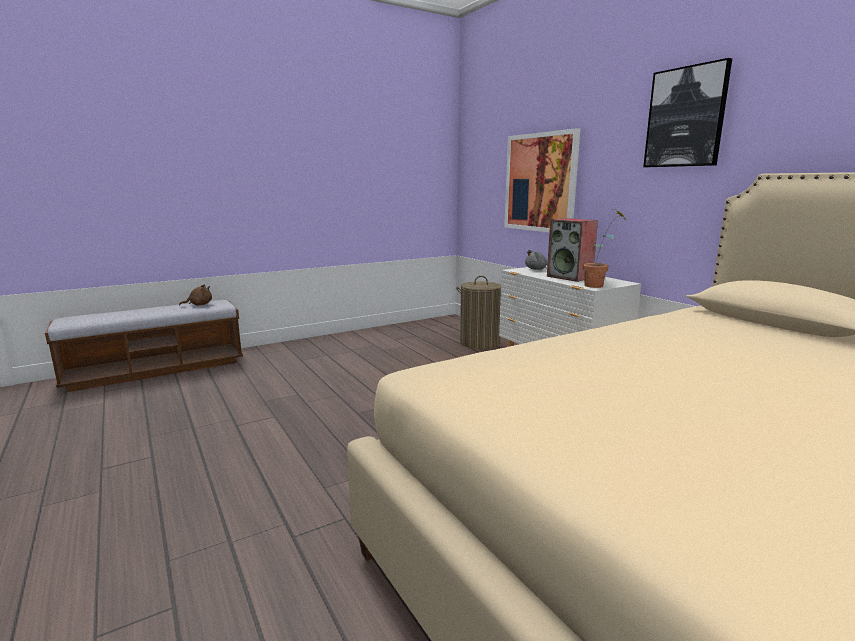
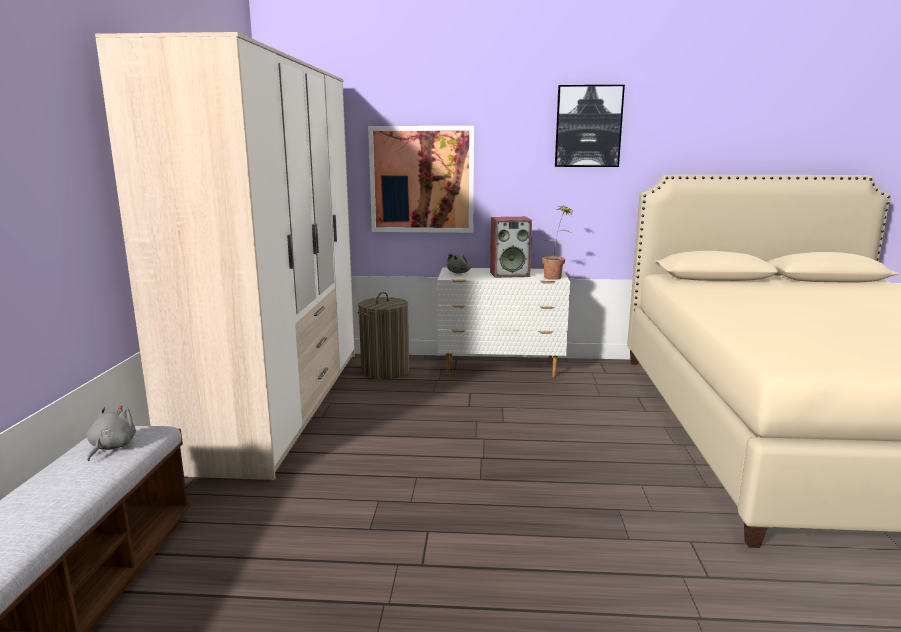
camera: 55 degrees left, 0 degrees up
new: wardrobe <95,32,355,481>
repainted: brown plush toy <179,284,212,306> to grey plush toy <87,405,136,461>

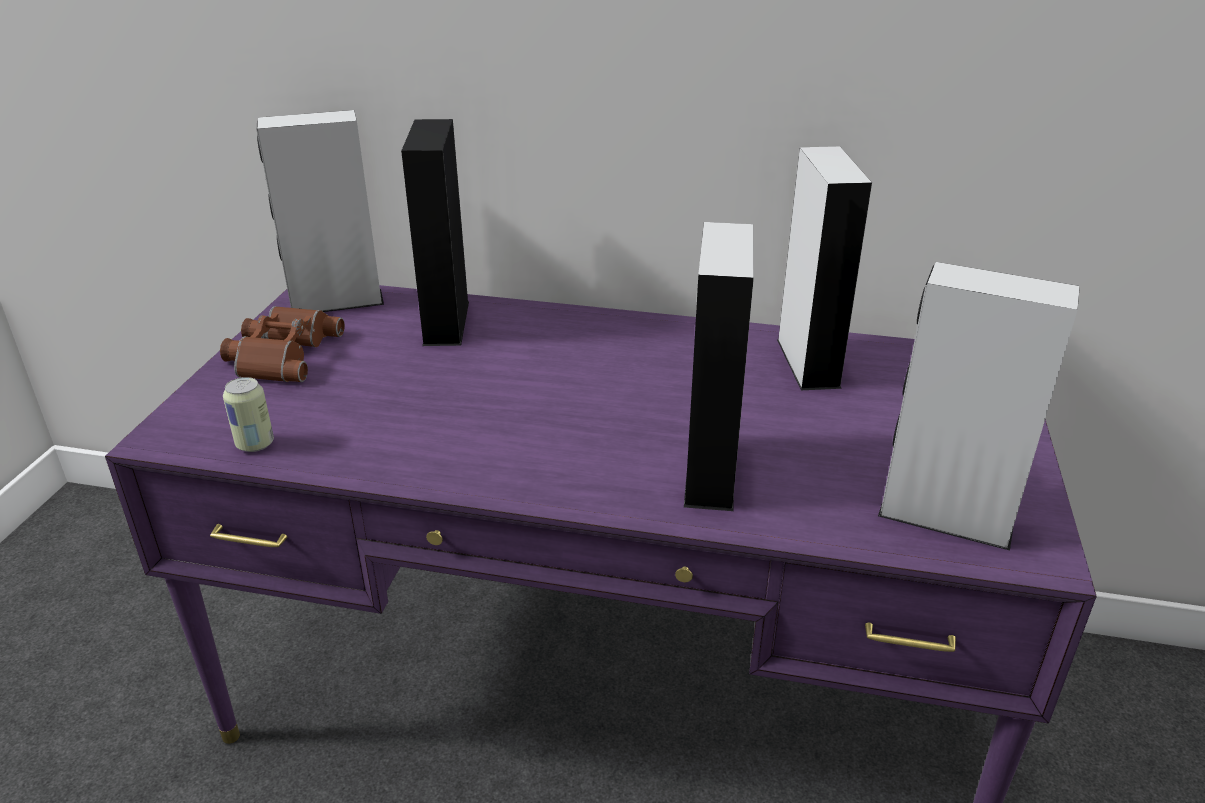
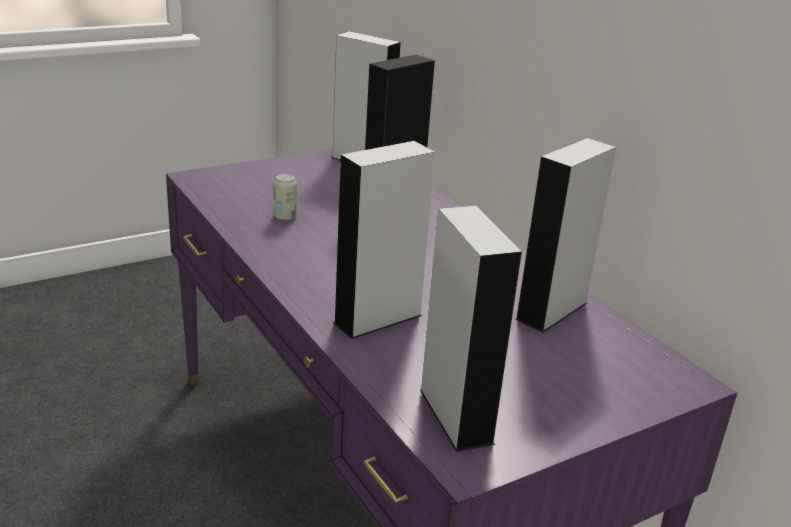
camera: 45 degrees right, 5 degrees down
gone: brown binoculars <220,306,345,382>
shifted: can <223,377,274,452> to <274,174,297,221>

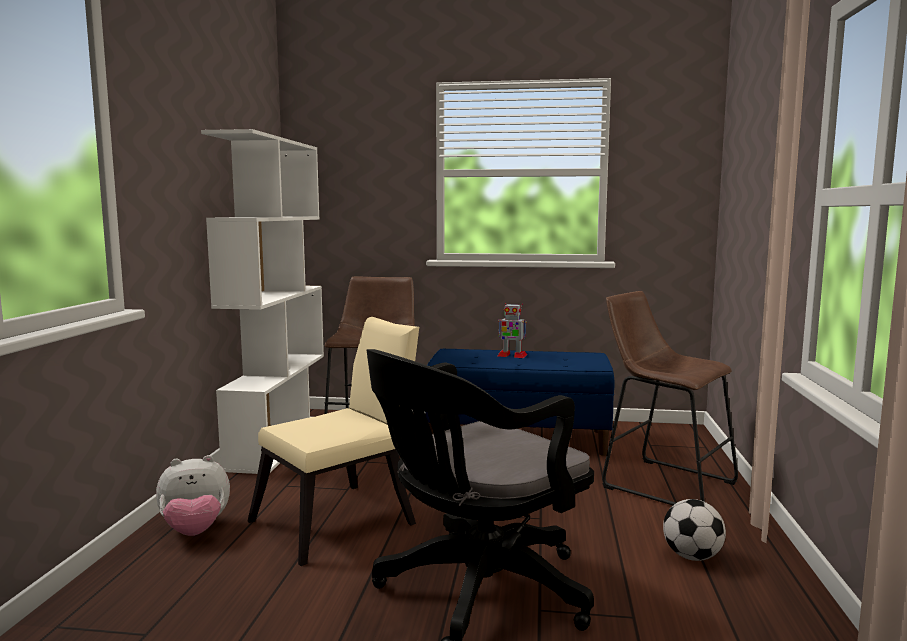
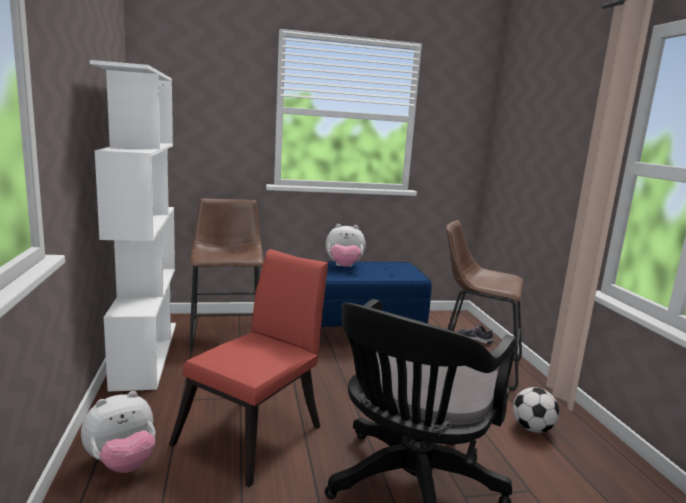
camera: 20 degrees left, 5 degrees up
new: shoe <458,325,493,344>
swapped: toy robot <498,303,527,358> to plush toy <326,224,366,267>
repainted: beige chair <248,317,419,566> to red chair <169,249,328,487>

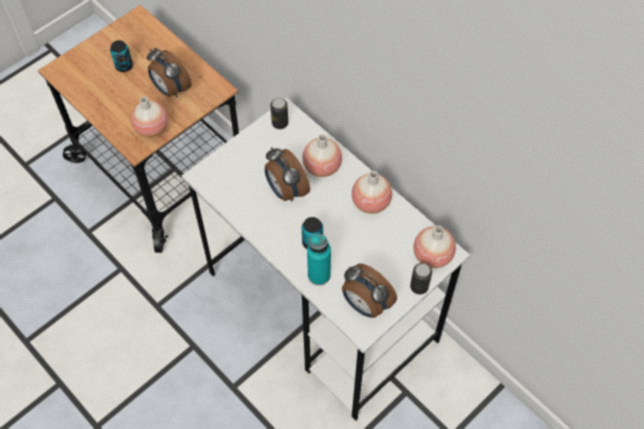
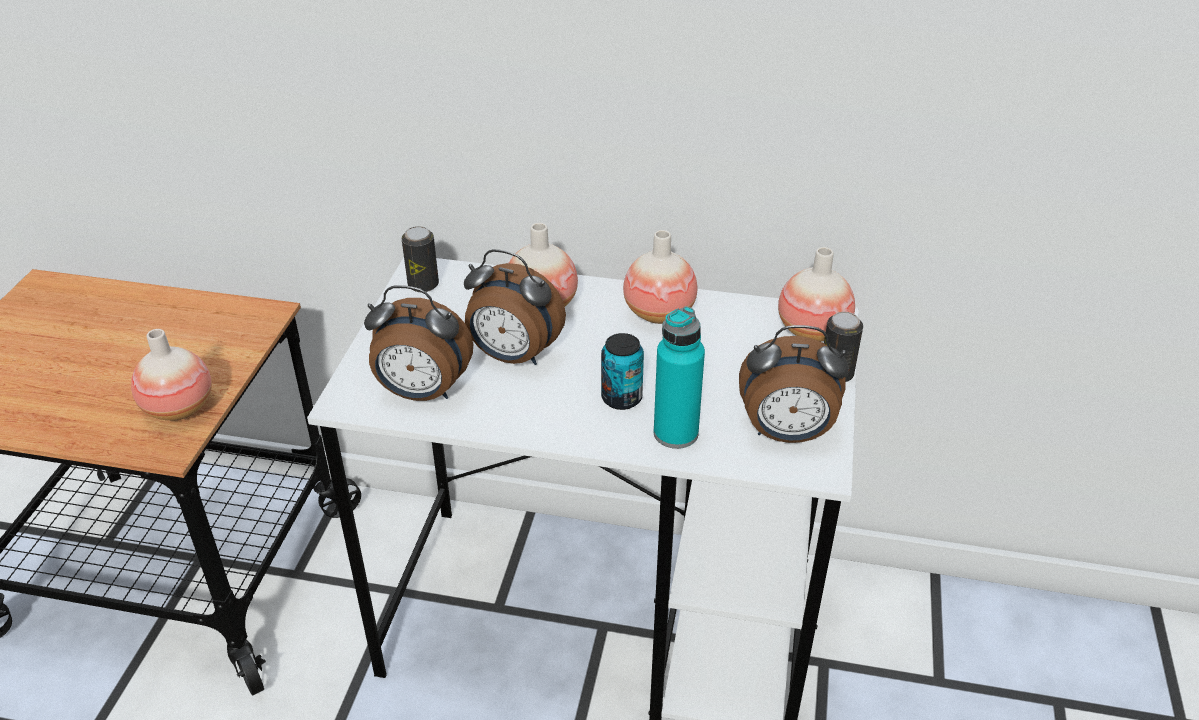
camera: 35 degrees left, 20 degrees down
gone: can <110,40,133,72>
shifted: alarm clock <147,48,191,98> to <364,285,473,401>

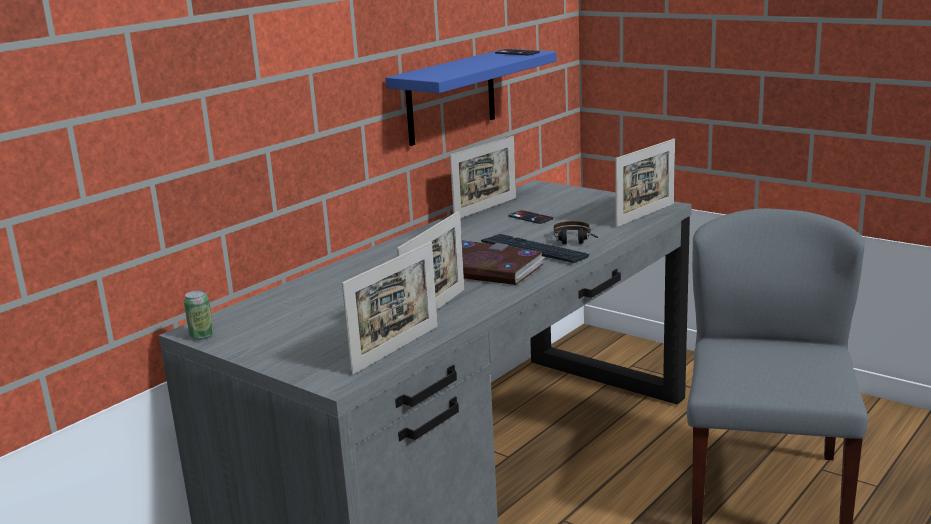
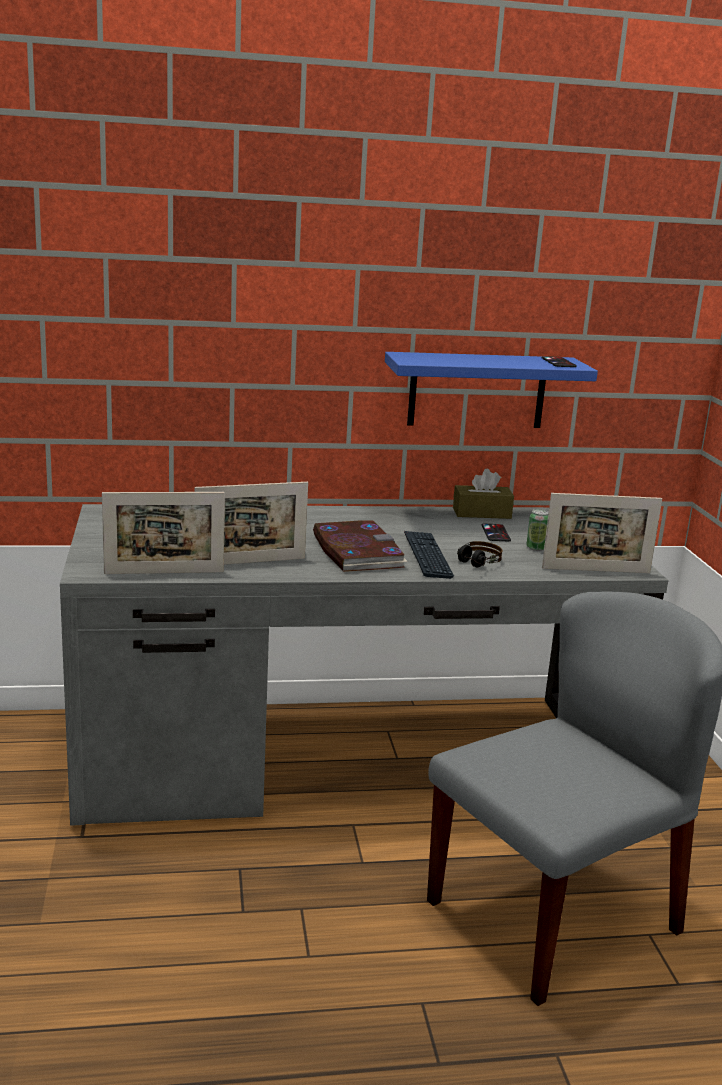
camera: 40 degrees right, 0 degrees up
shifted: can <184,290,214,340> to <526,509,549,551>
swapped: picture frame <450,136,516,218> to brown tissue box <453,469,514,519>

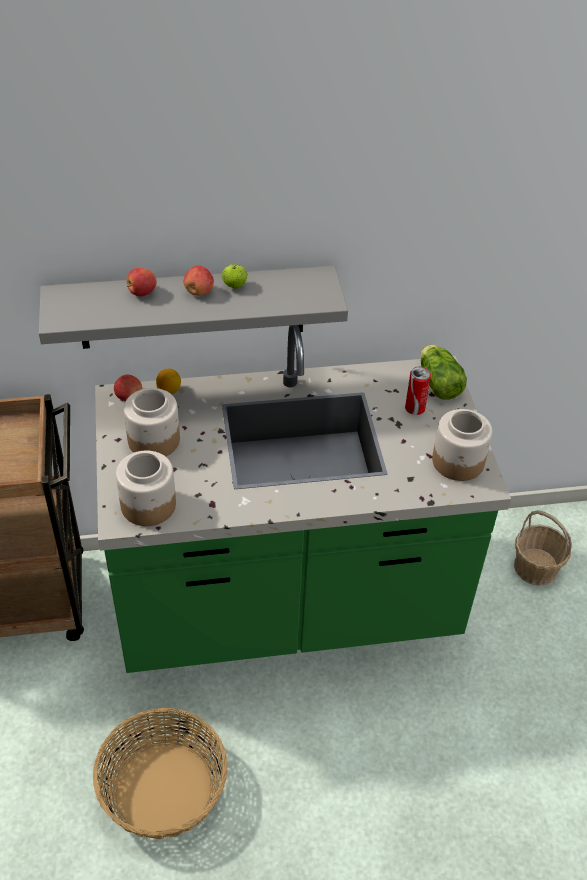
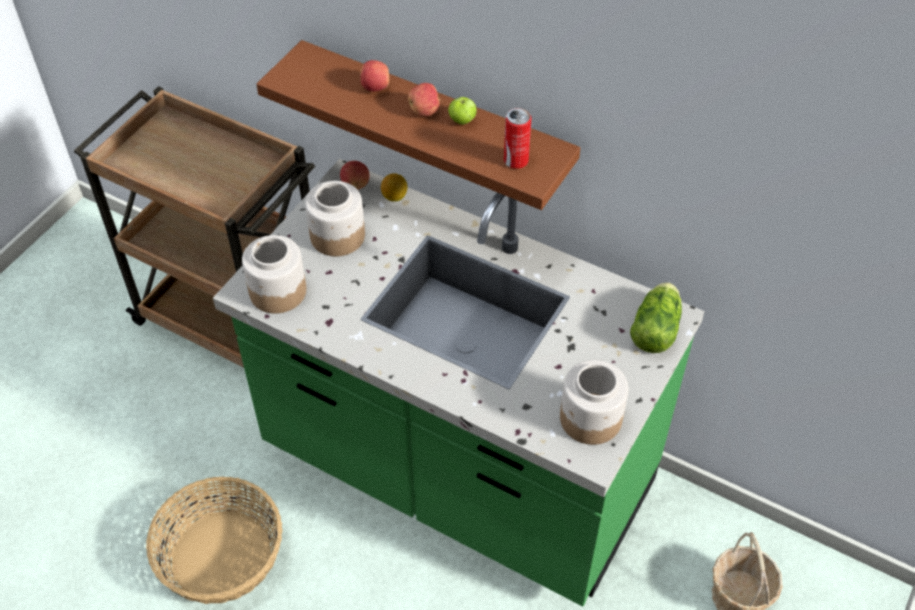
camera: 40 degrees right, 5 degrees up
shifted: can <405,366,431,415> to <504,108,531,169>
repainted: grey shelf <39,266,348,349> to brown shelf <256,40,580,210>

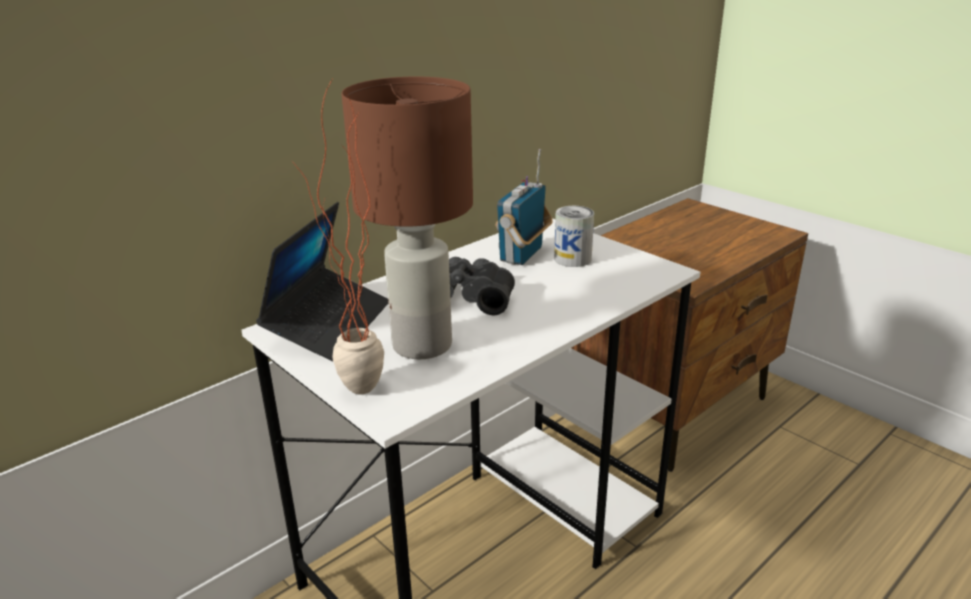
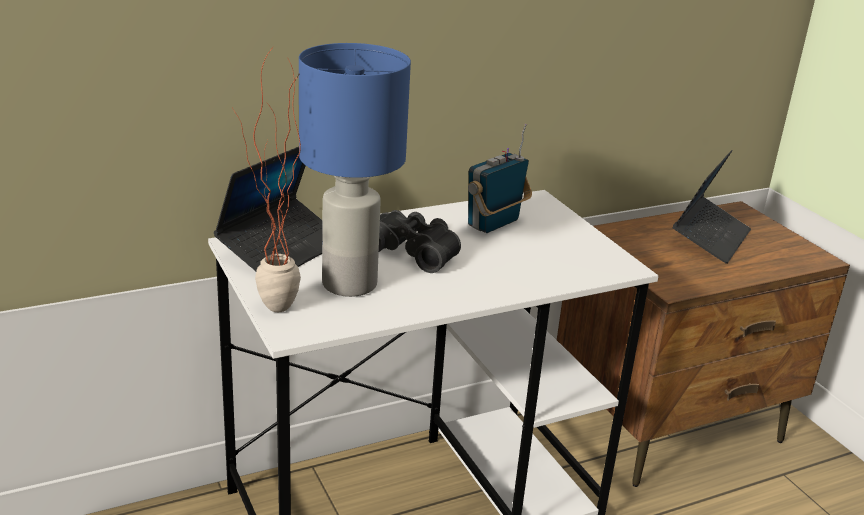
camera: 15 degrees right, 0 degrees up
gone: can <554,206,594,267>
new: laptop <672,150,751,264>
repainted: brown table lamp <342,76,473,359> to blue table lamp <299,43,411,297>

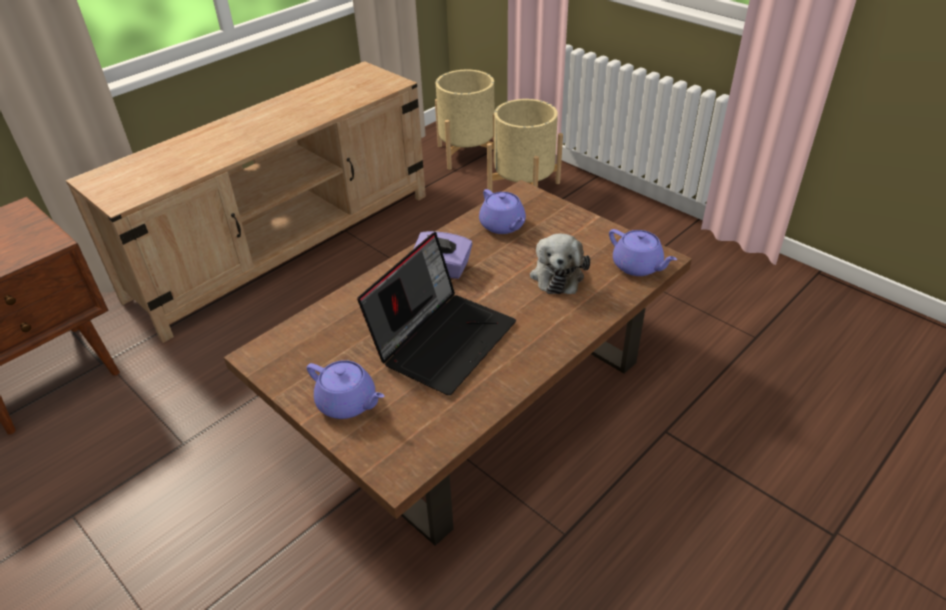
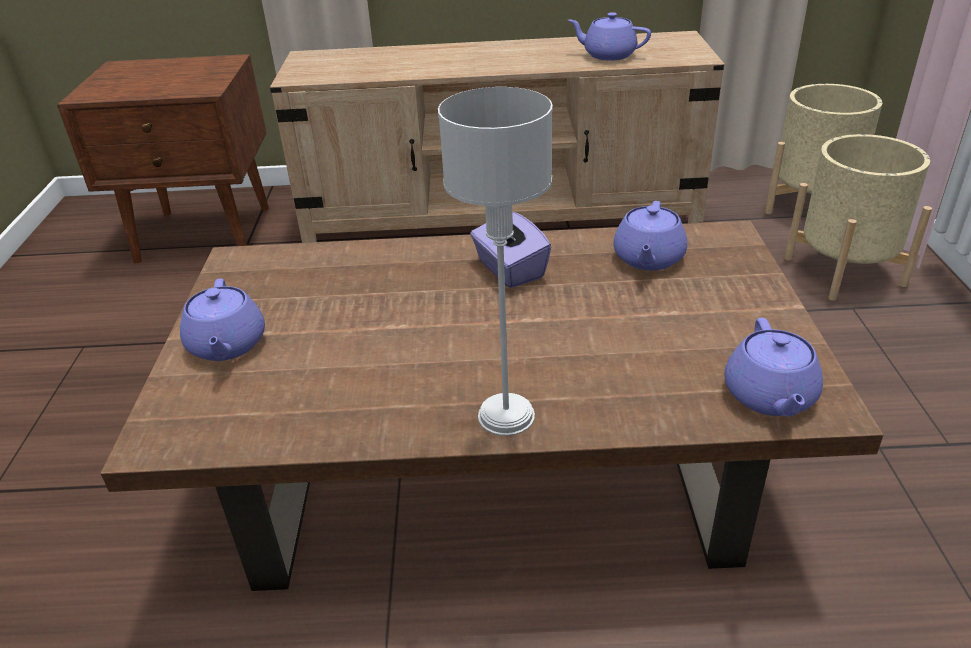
camera: 45 degrees right, 5 degrees down
gone: laptop <357,232,516,395>; plush toy <530,233,590,294>
new: purple teapot <568,12,651,61>; grey table lamp <438,87,553,436>

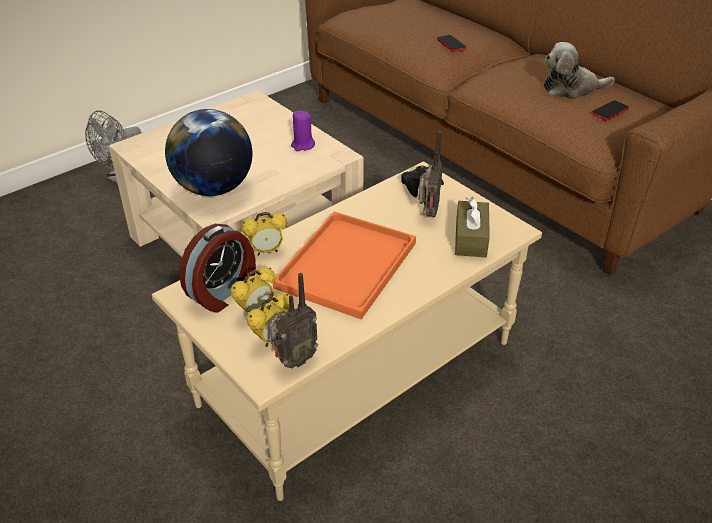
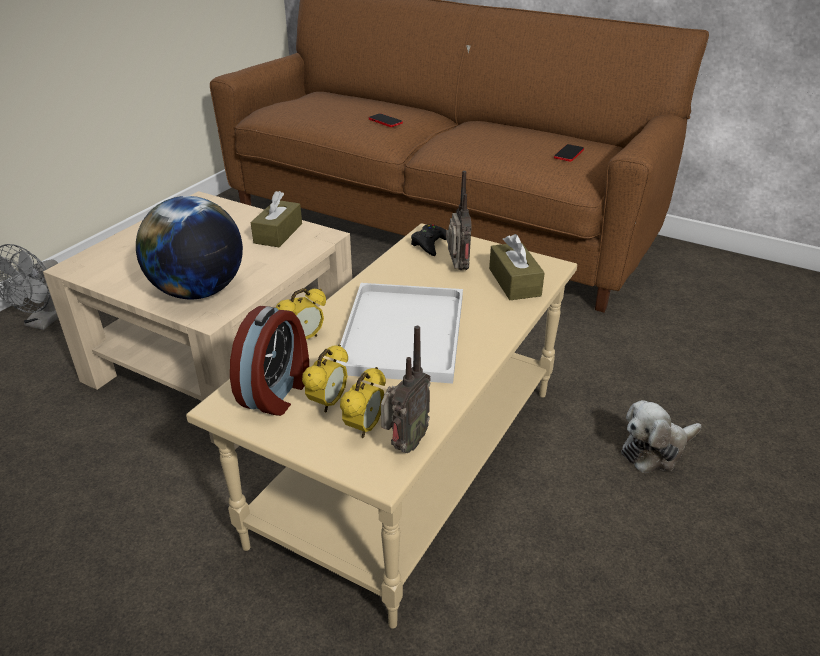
camera: 20 degrees left, 5 degrees down
shifted: plush toy <544,42,615,99> to <621,400,702,473>
swapped: purple candle <291,111,315,151> to brown tissue box <251,191,302,247>
repainted: orange tray <273,211,416,320> to white tray <336,283,463,384>

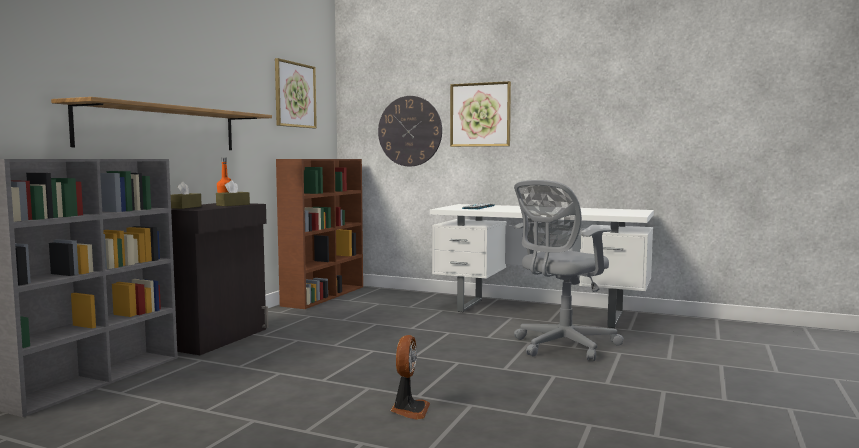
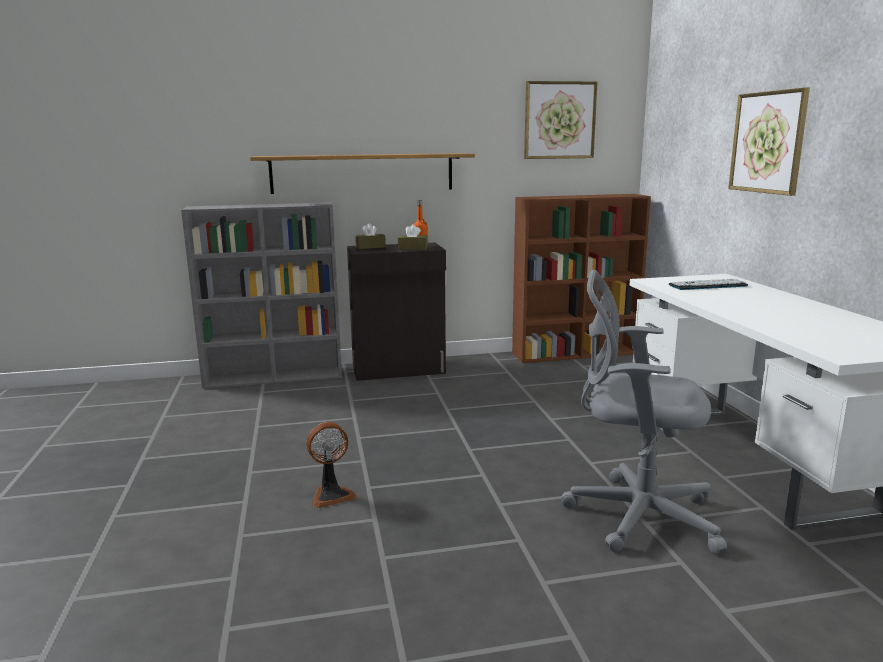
camera: 55 degrees right, 10 degrees up
gone: wall clock <378,96,442,166>

